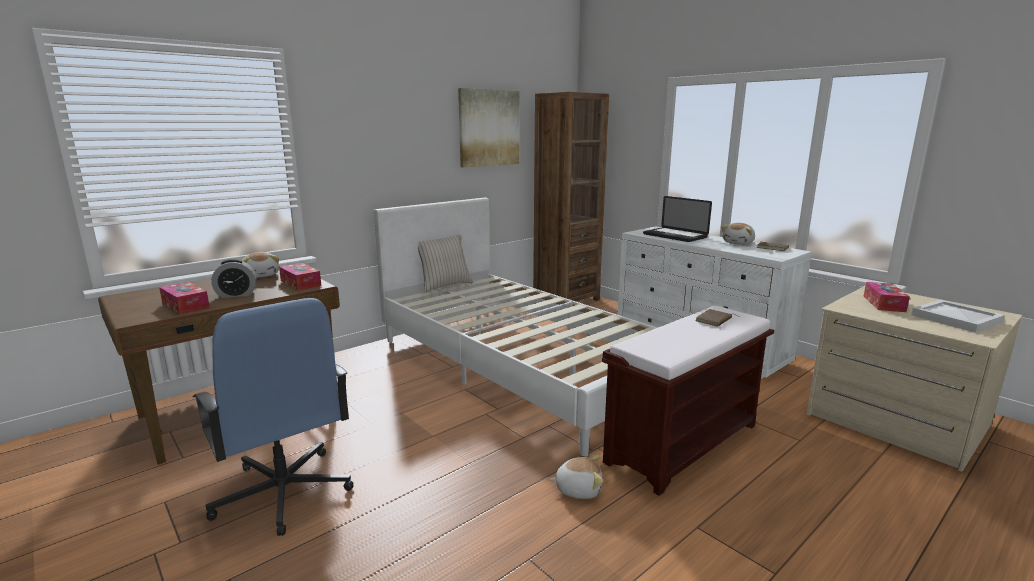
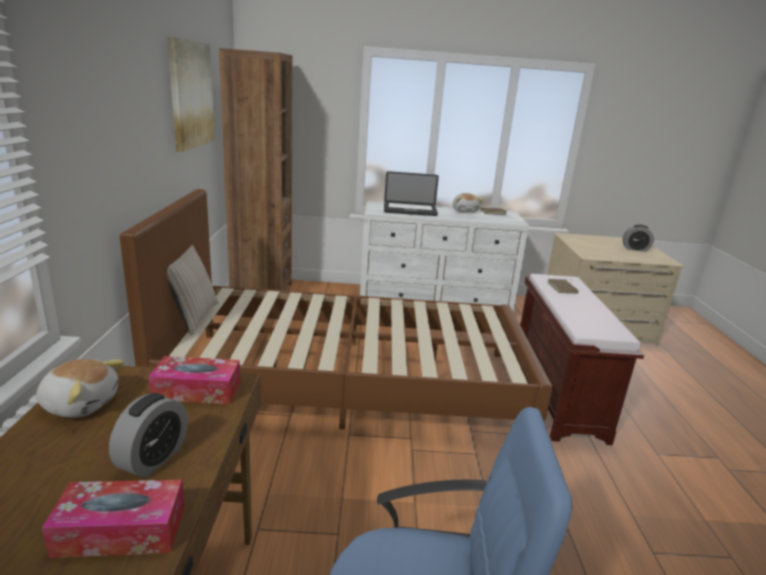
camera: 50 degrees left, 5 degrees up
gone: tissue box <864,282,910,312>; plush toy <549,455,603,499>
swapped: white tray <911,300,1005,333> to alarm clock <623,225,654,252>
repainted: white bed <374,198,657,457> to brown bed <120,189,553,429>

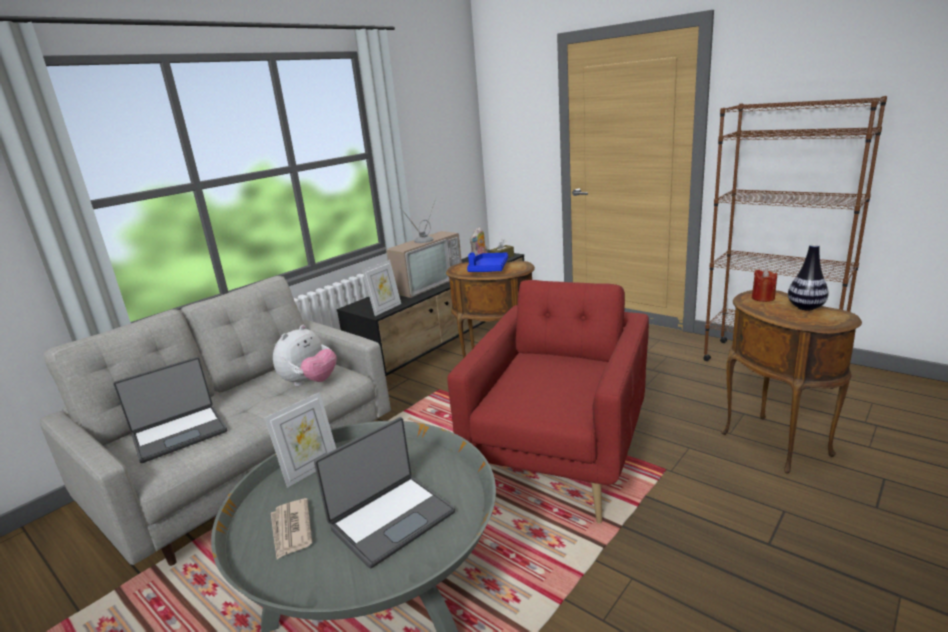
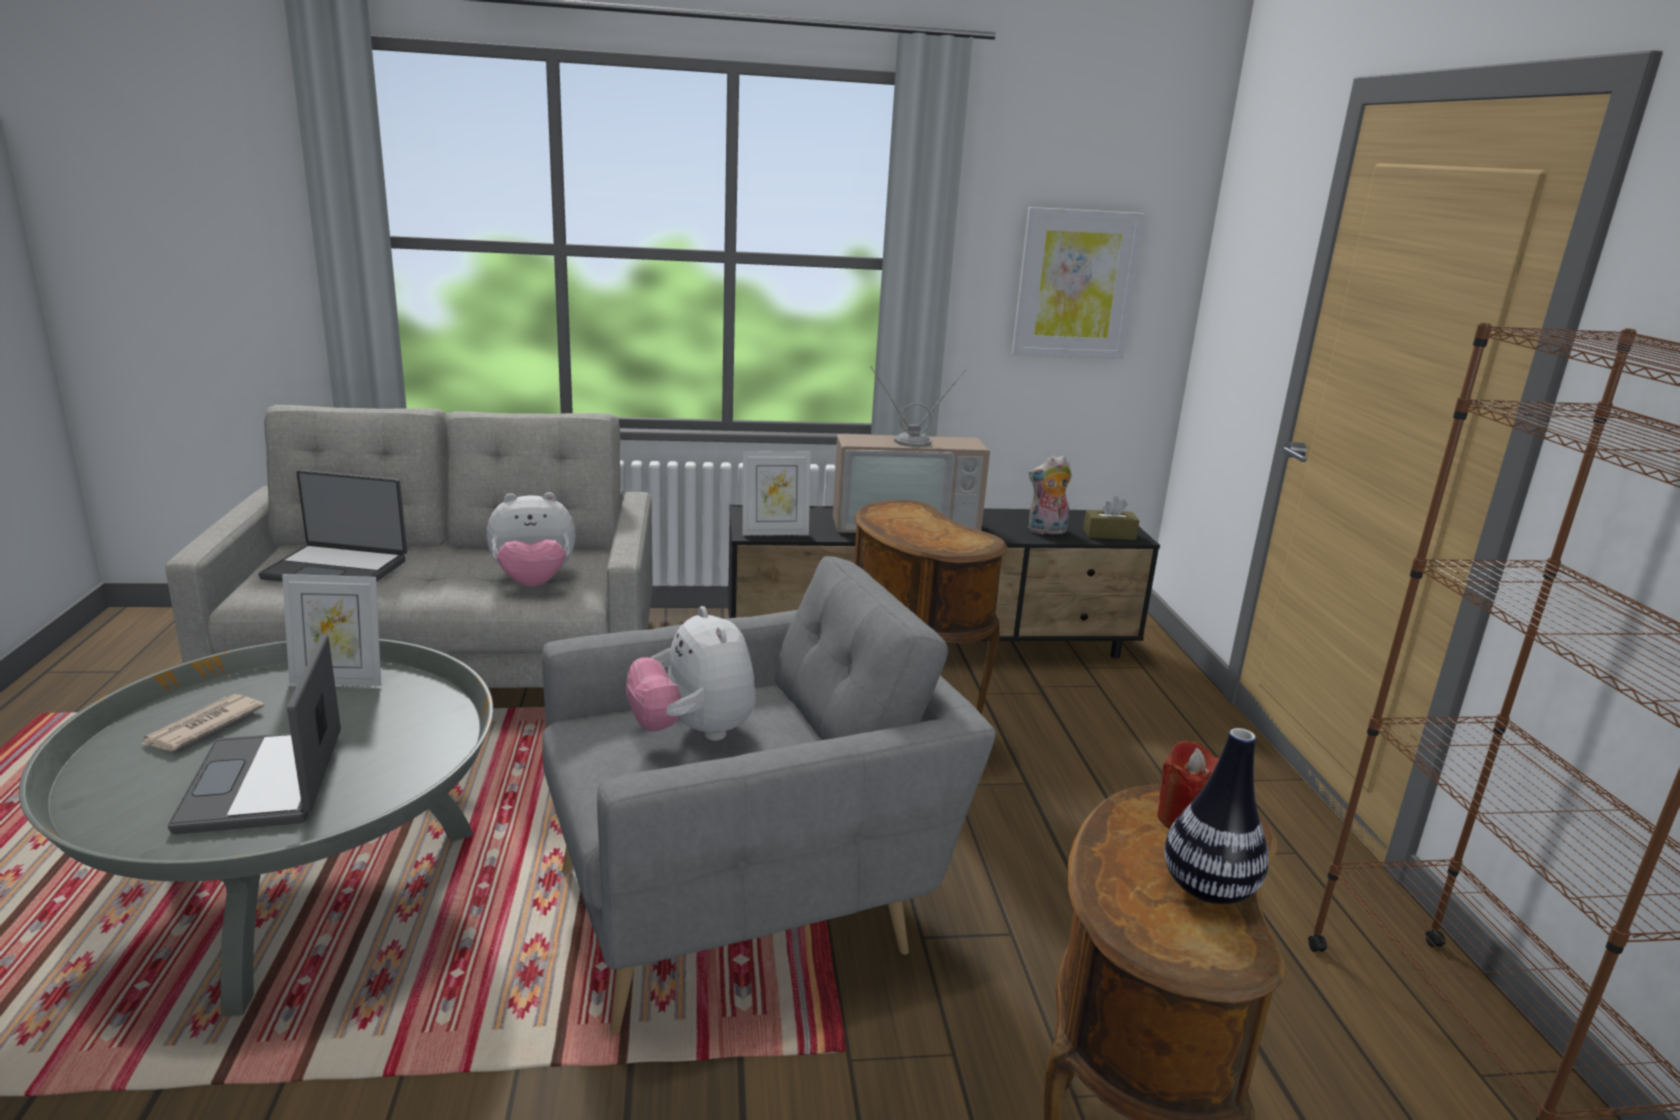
camera: 40 degrees right, 0 degrees up
gone: blue tray <467,252,508,272>
new: picture <1012,207,1145,359>; plush toy <626,606,756,741>
repainted: red armchair <447,280,649,523> to grey armchair <542,556,996,1033>
rotated: laptop <314,417,455,569> = <168,634,341,834> 75 degrees clockwise

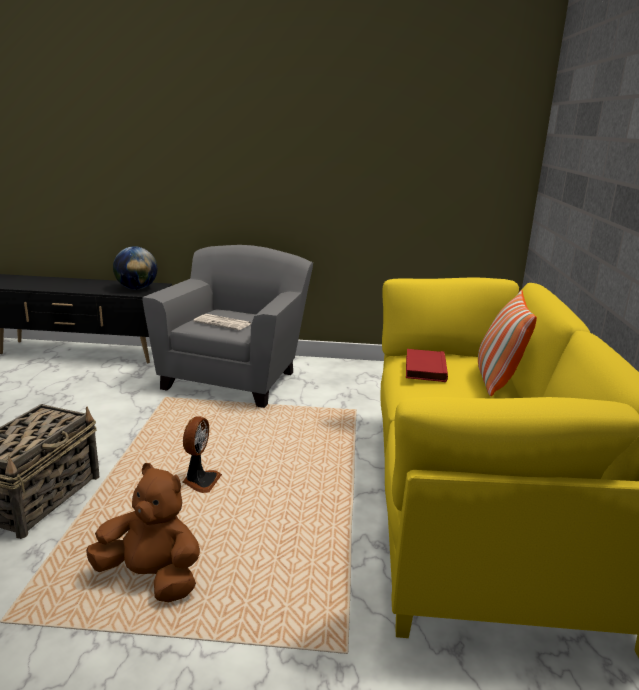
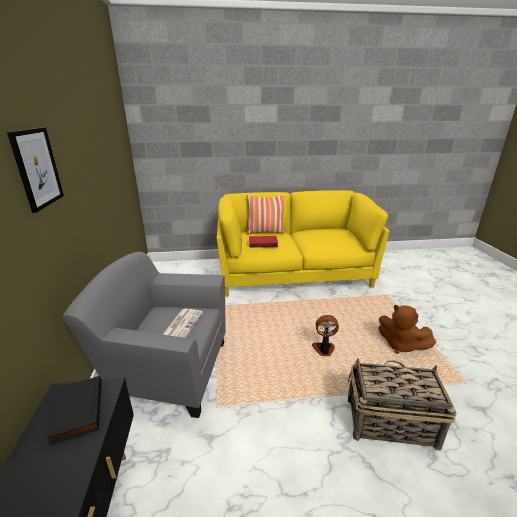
camera: 100 degrees left, 5 degrees up
new: picture <7,127,64,213>
swapped: globe <113,246,157,290> to black book <46,376,101,444>
rotated: brown plush toy <86,463,200,602> = <378,304,436,354> 60 degrees counterclockwise

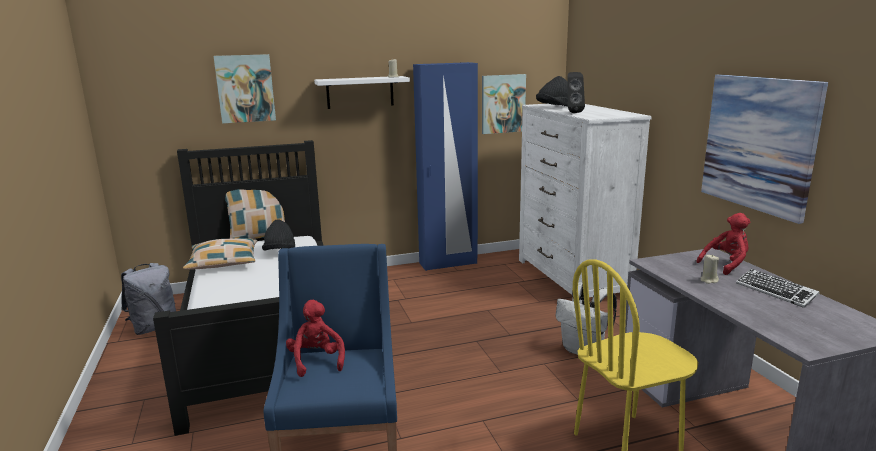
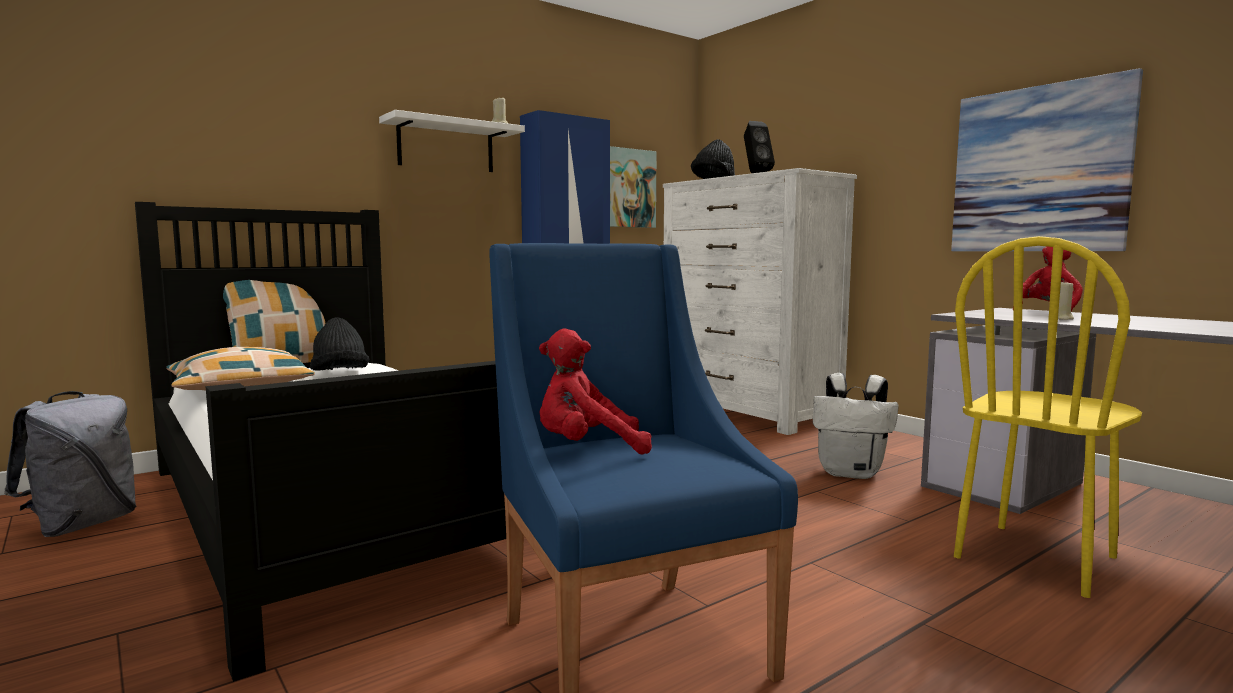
camera: 20 degrees left, 10 degrees down
gone: picture <214,54,276,123>; keyboard <736,269,820,308>
rotated: red plush toy <286,300,345,377> = <539,328,652,455> 60 degrees counterclockwise

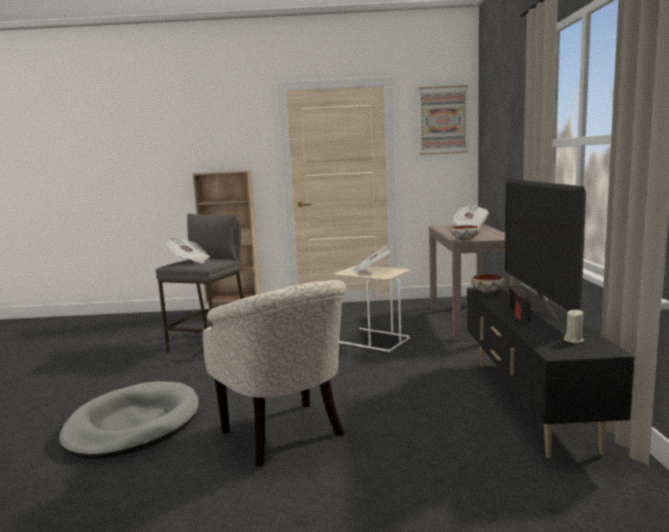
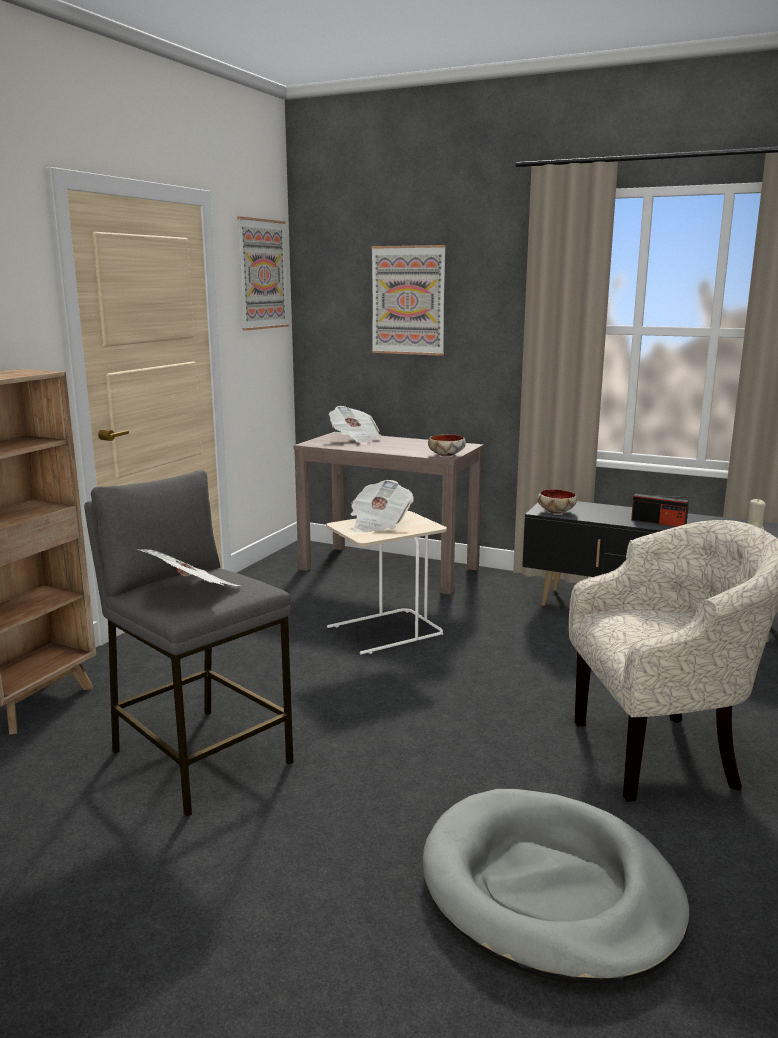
camera: 65 degrees left, 5 degrees up
gone: television <505,179,586,321>
new: picture <371,245,446,356>

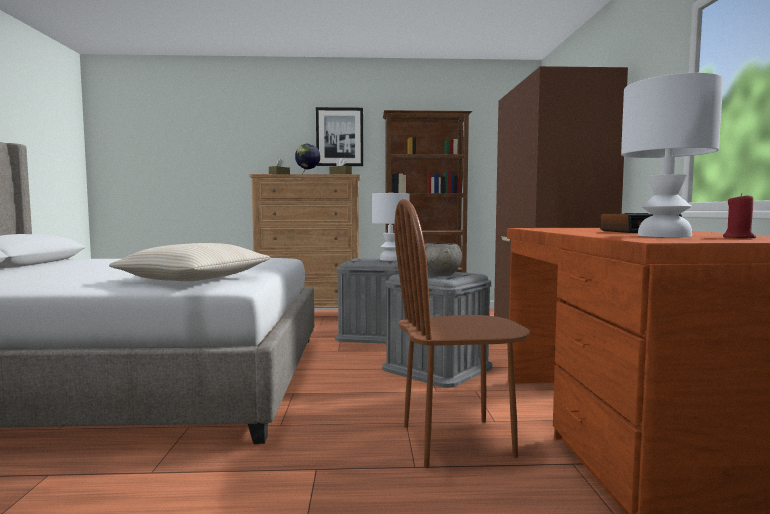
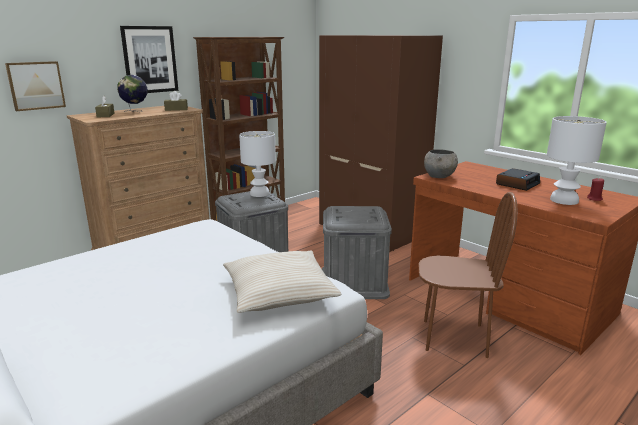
camera: 40 degrees left, 15 degrees up
new: picture <5,61,66,111>
shifted: grey bowl <425,243,462,276> to <424,149,458,178>
rotated: brown chair <394,198,530,468> = <418,192,518,358> 120 degrees counterclockwise

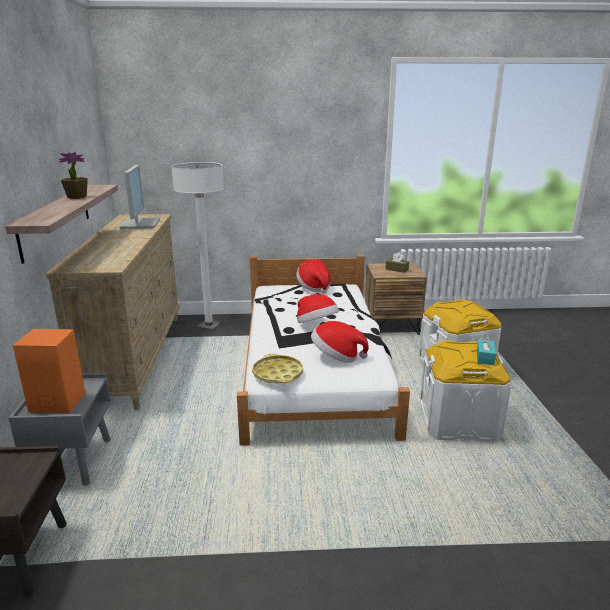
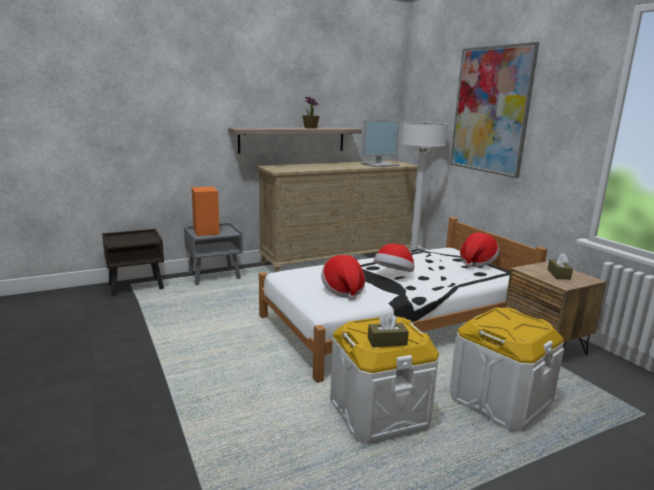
camera: 65 degrees right, 5 degrees down
gone: yellow tray <252,354,303,384>
new: picture <450,42,539,178>
repainted: turquoise tissue box <477,335,496,365> to brown tissue box <368,313,409,347>

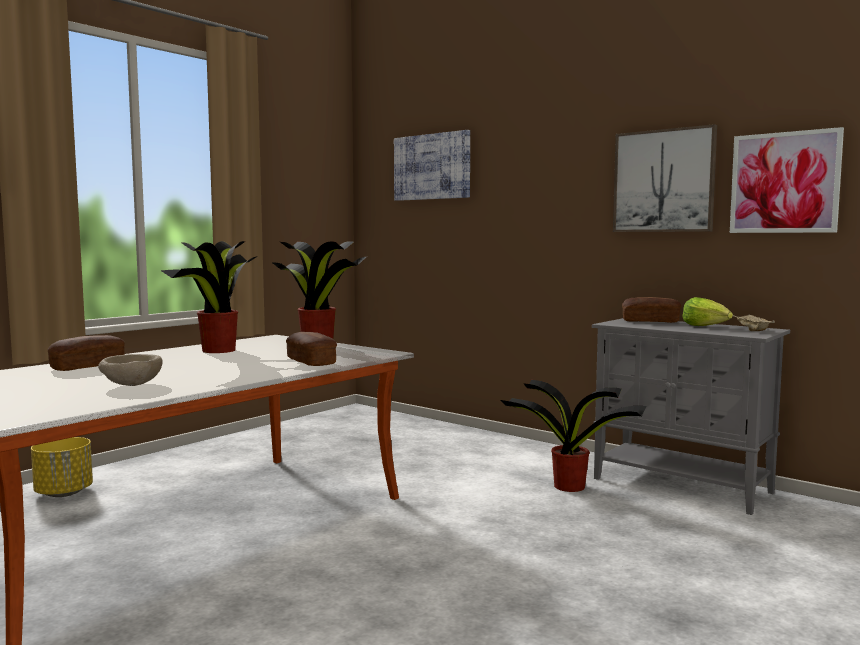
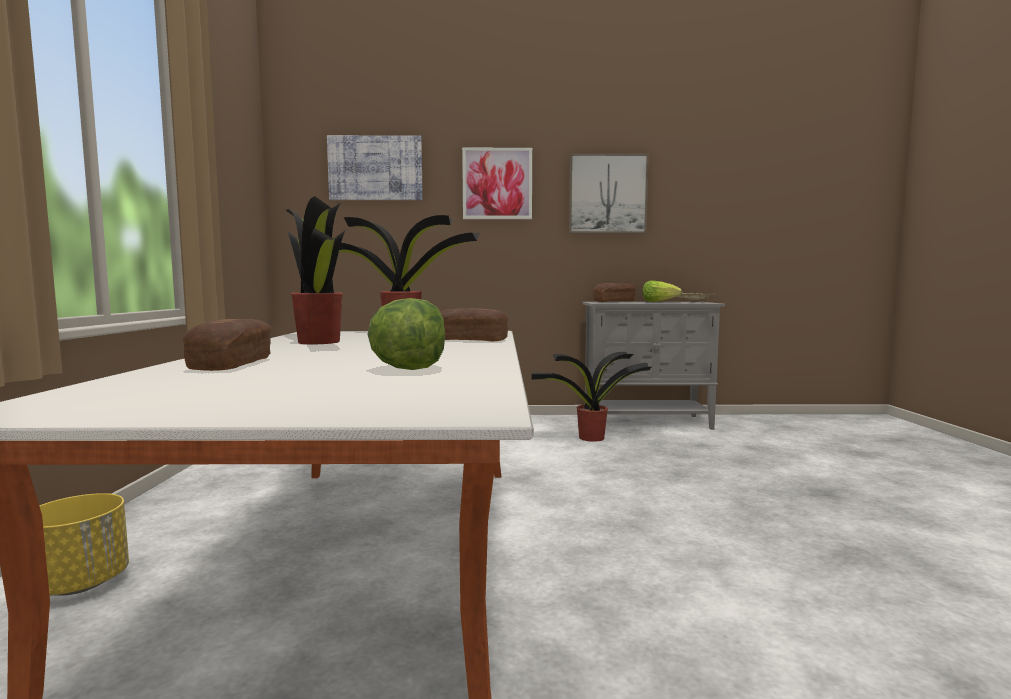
camera: 40 degrees left, 0 degrees up
shifted: picture <730,127,844,233> to <462,148,532,219>
swapped: beige bowl <98,354,163,386> to lettuce <367,298,445,370>

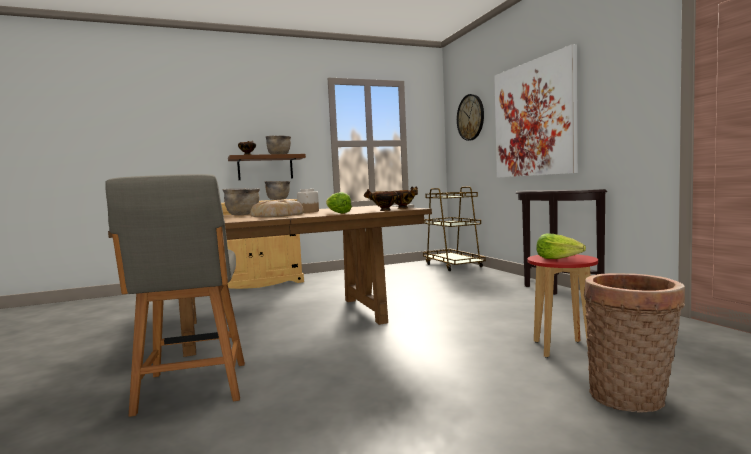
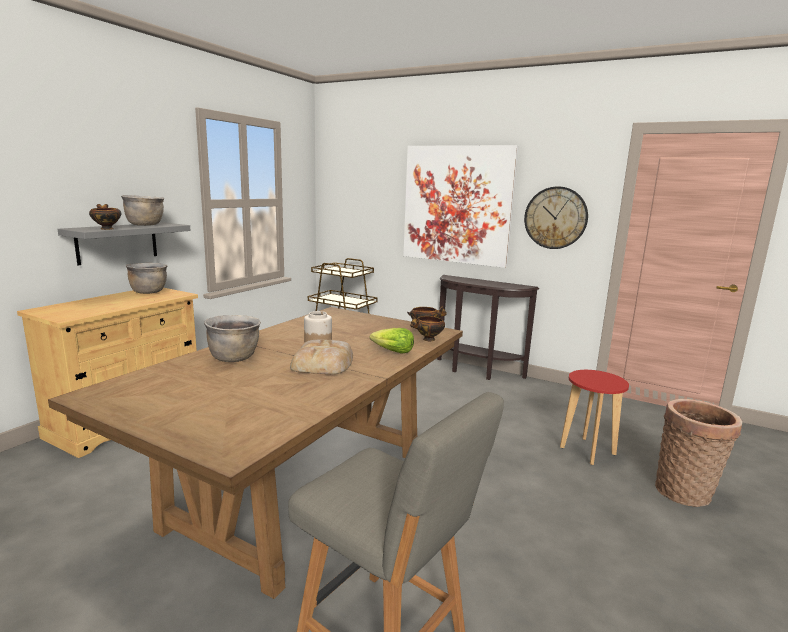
camera: 40 degrees left, 10 degrees up
gone: lettuce <536,233,586,259>
shifted: wall clock <457,94,484,141> to <524,186,588,249>
repainted: brown shelf <228,154,306,180> to grey shelf <57,223,191,266>

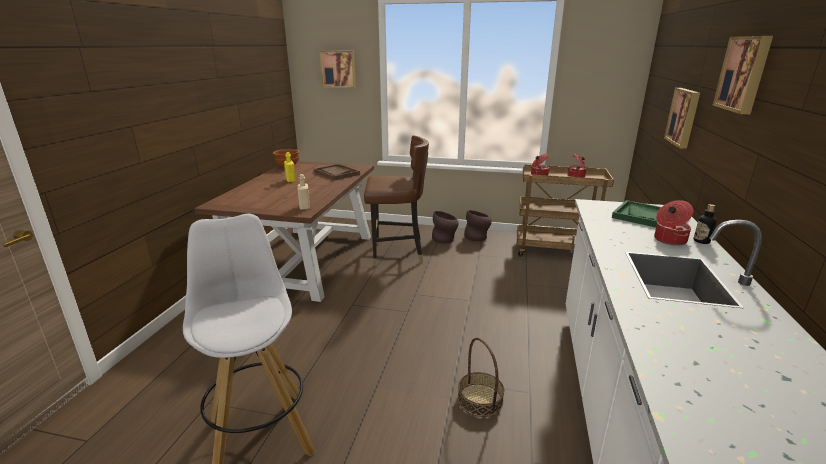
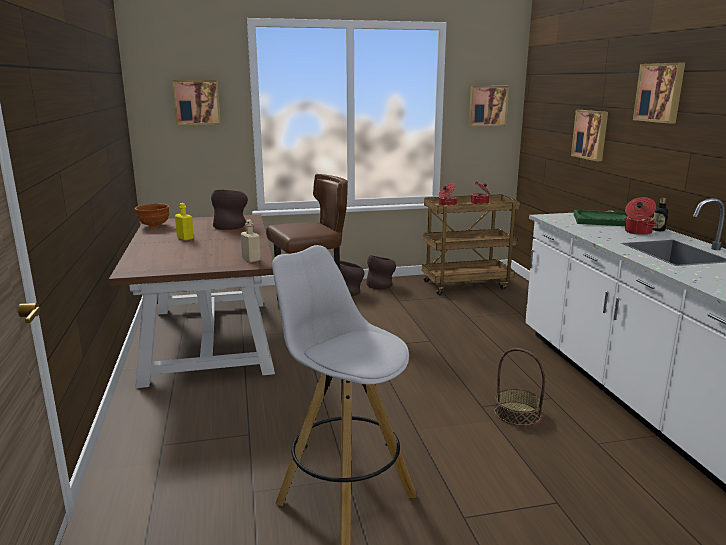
camera: 25 degrees left, 5 degrees down
new: picture <469,86,509,126>
swapped: brown tray <314,164,360,180> to brown vase <211,190,248,230>

